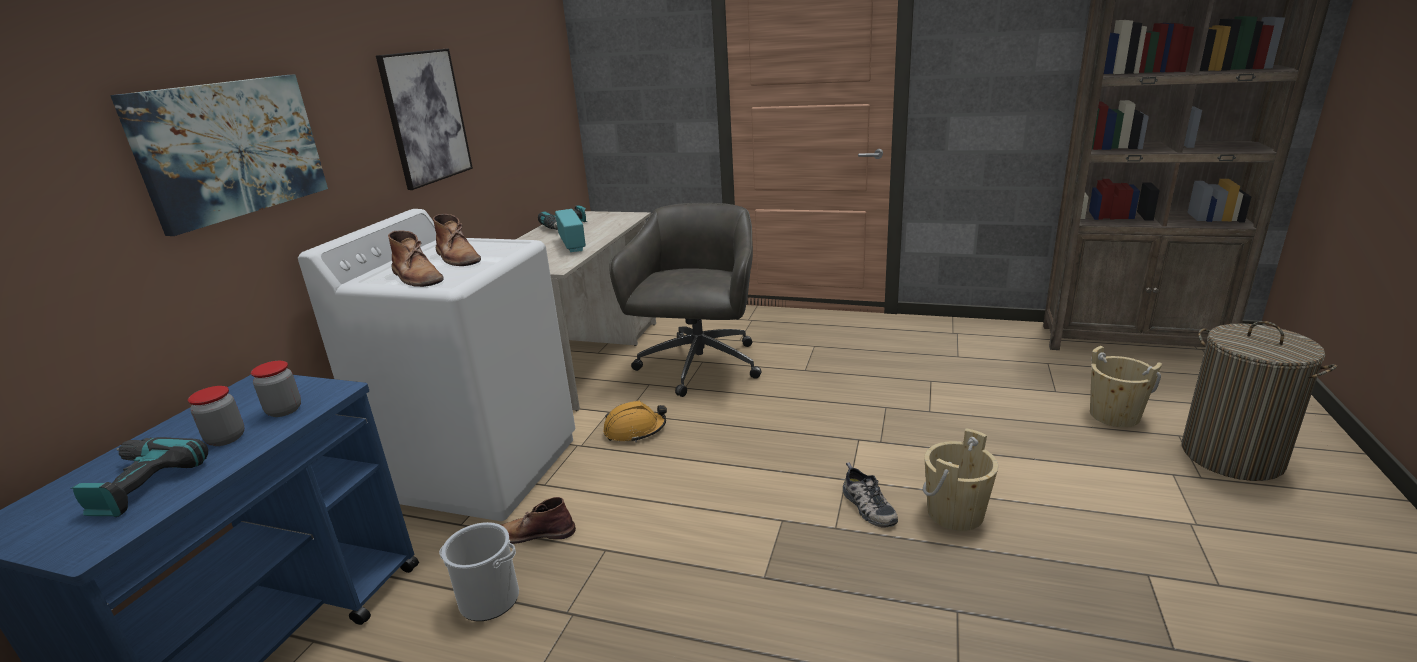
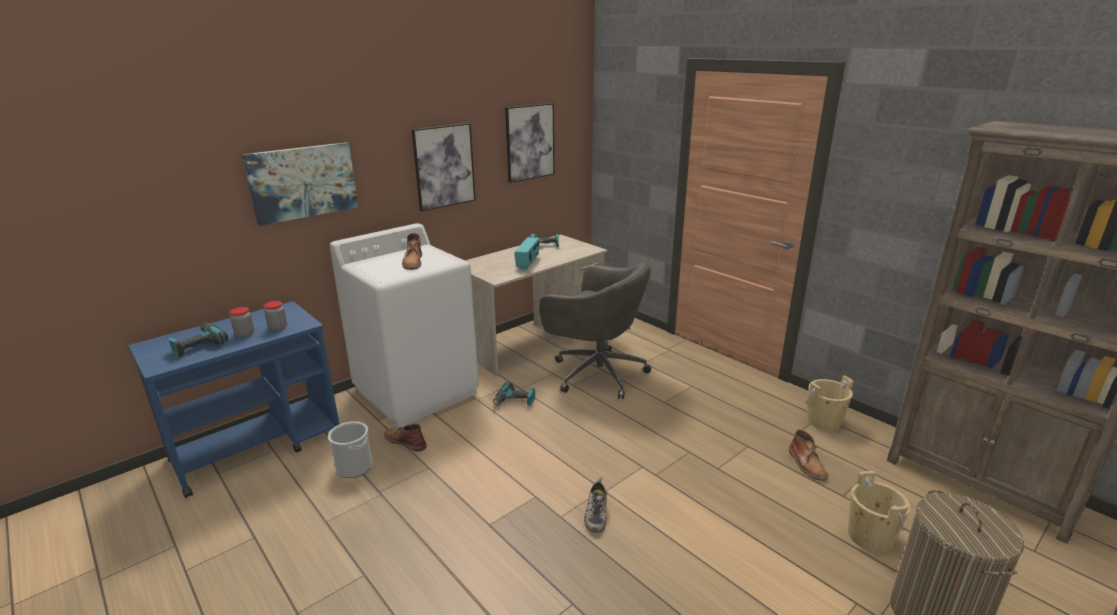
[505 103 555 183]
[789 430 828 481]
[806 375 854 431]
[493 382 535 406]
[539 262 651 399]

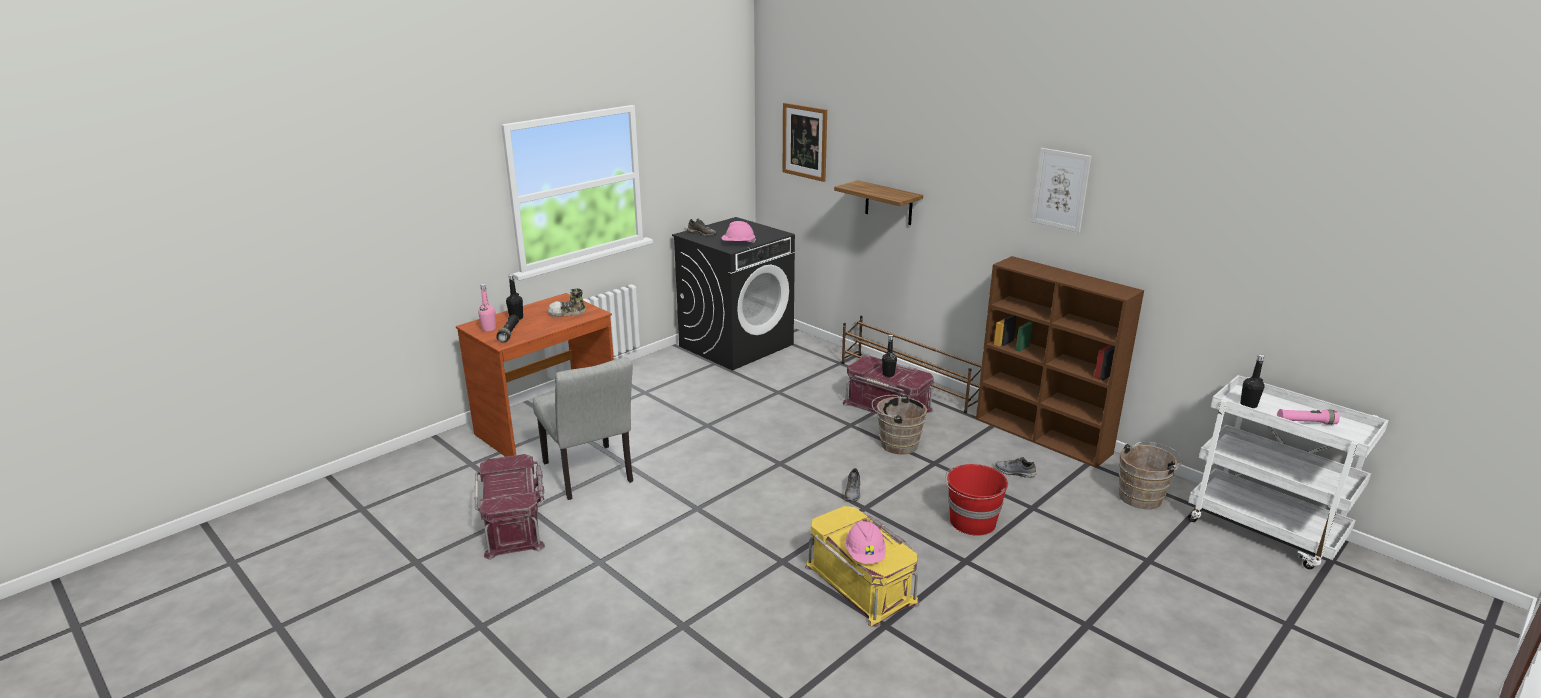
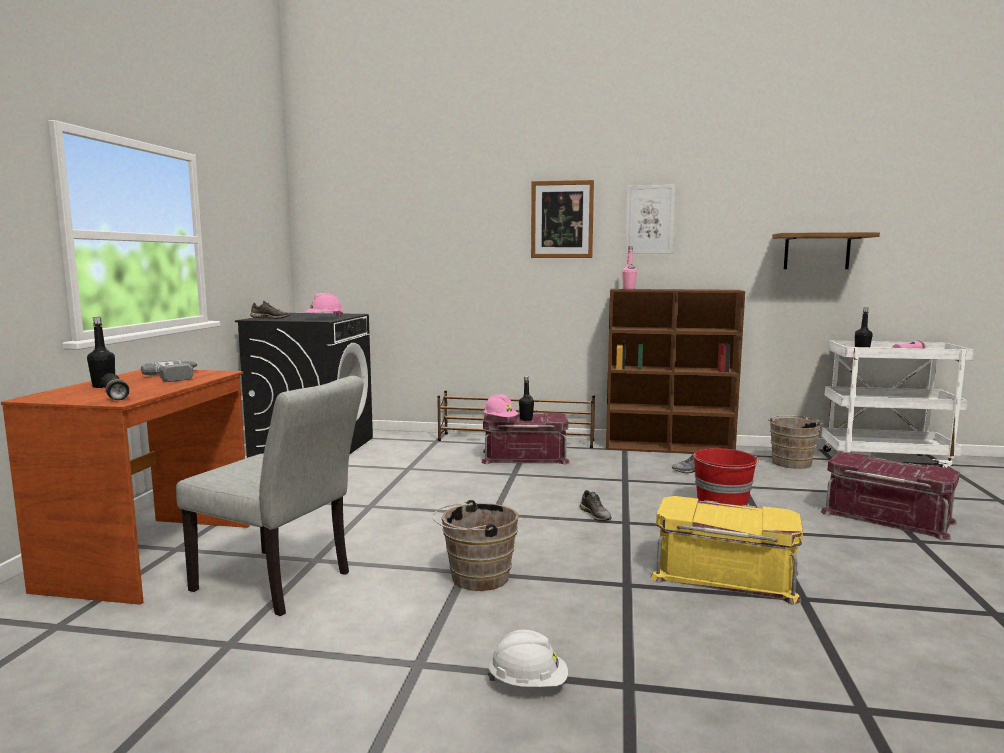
[487 630 568 687]
[821 452 960 540]
[622 246 637 290]
[531 180 594 258]
[772 232 880 269]
[484 394 518 417]
[432 500 519 591]
[141 361 198 382]

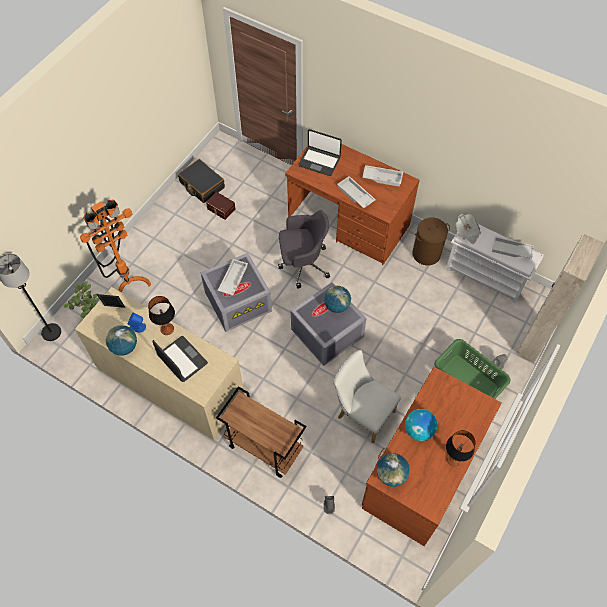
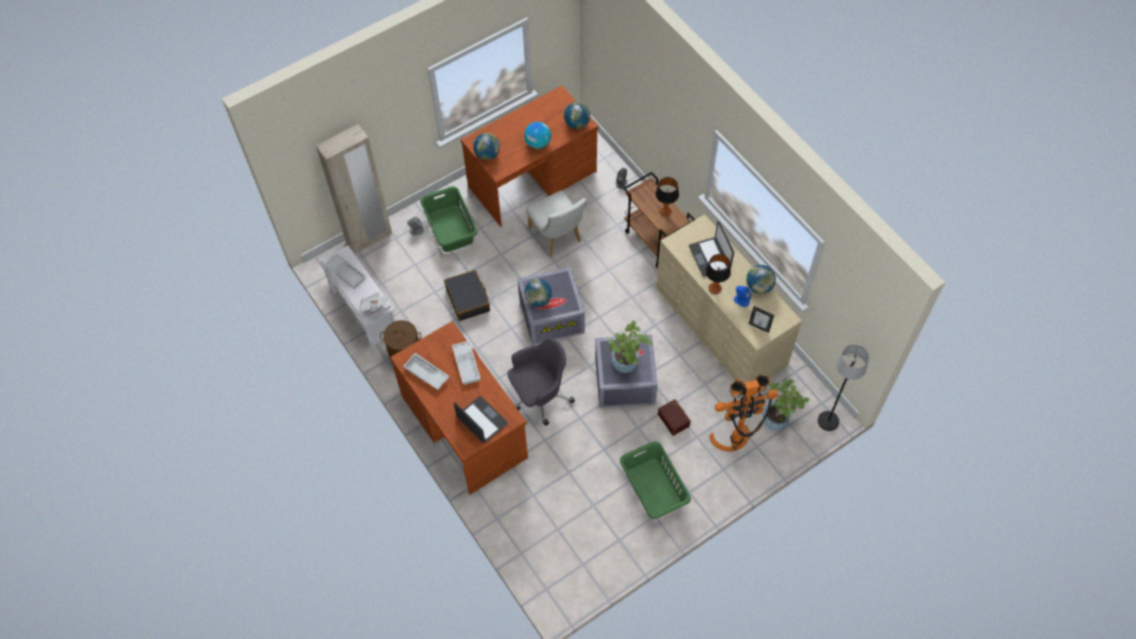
[473 133 500 160]
[620 441 691 519]
[444 270 490 321]
[658 399 691 436]
[655 177 679 217]
[608 320 652 373]
[507 337 575 426]

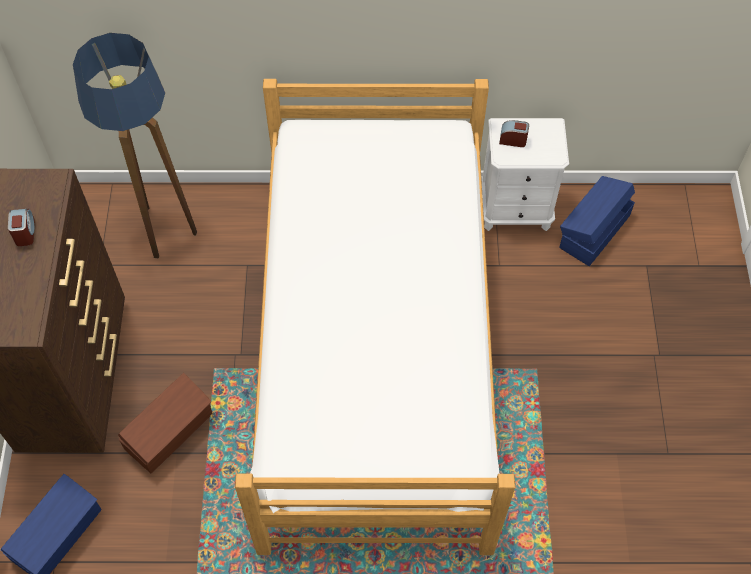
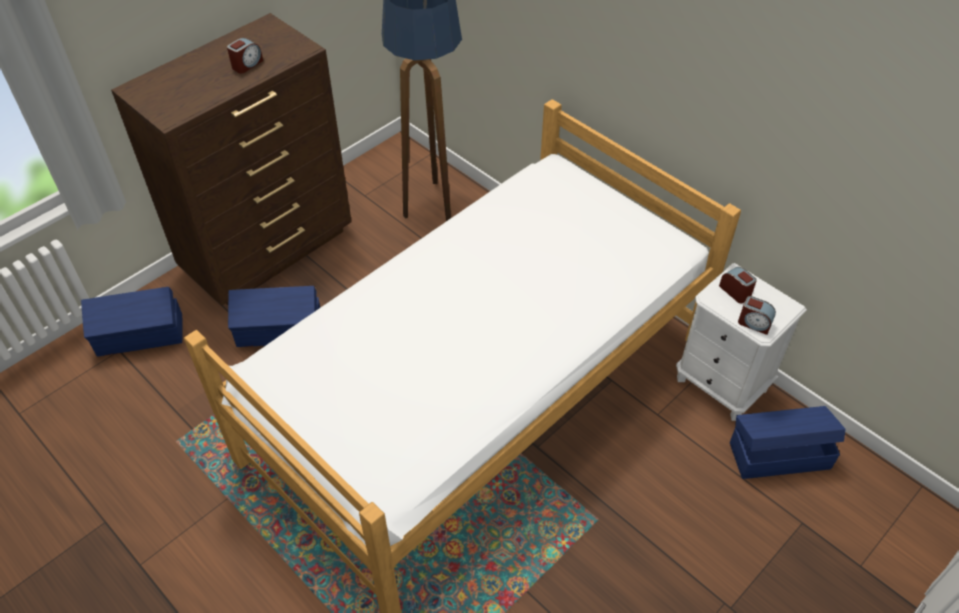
[738 296 776 335]
[228 286 320 347]

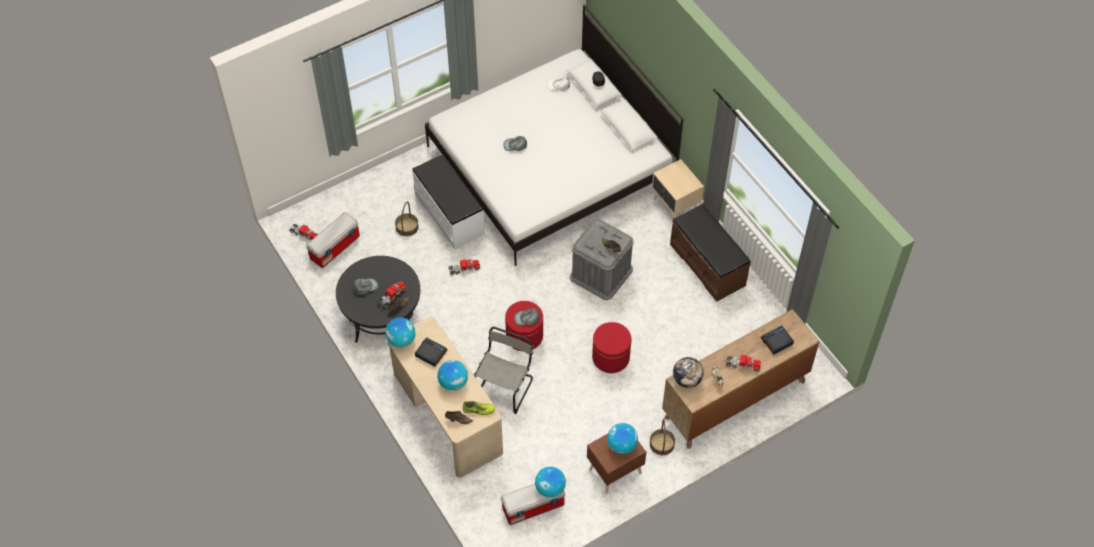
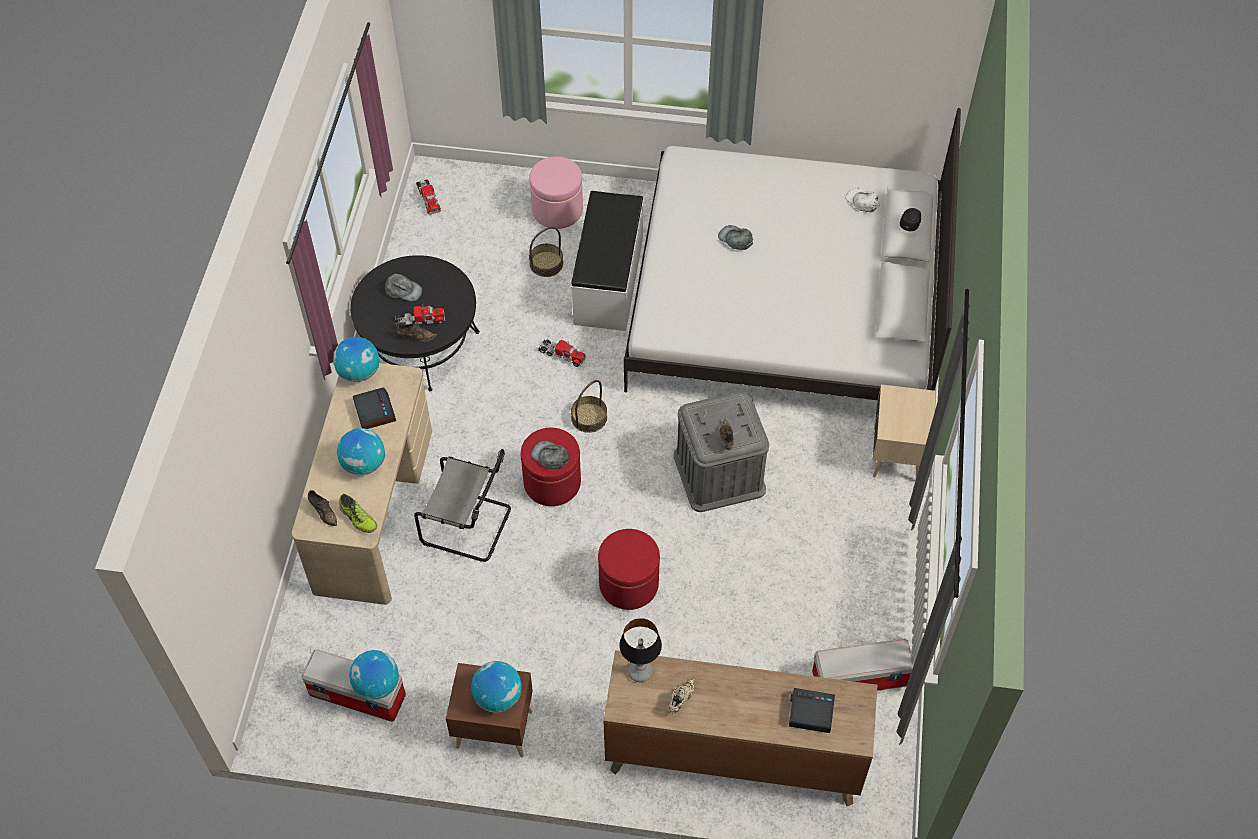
[670 204 751 302] (first image)
[726 354 761 372] (first image)
[529 157 583 229]
[812 638 914 691]
[571 380 607 433]
[619 618 662 682]
[414 449 511 562]

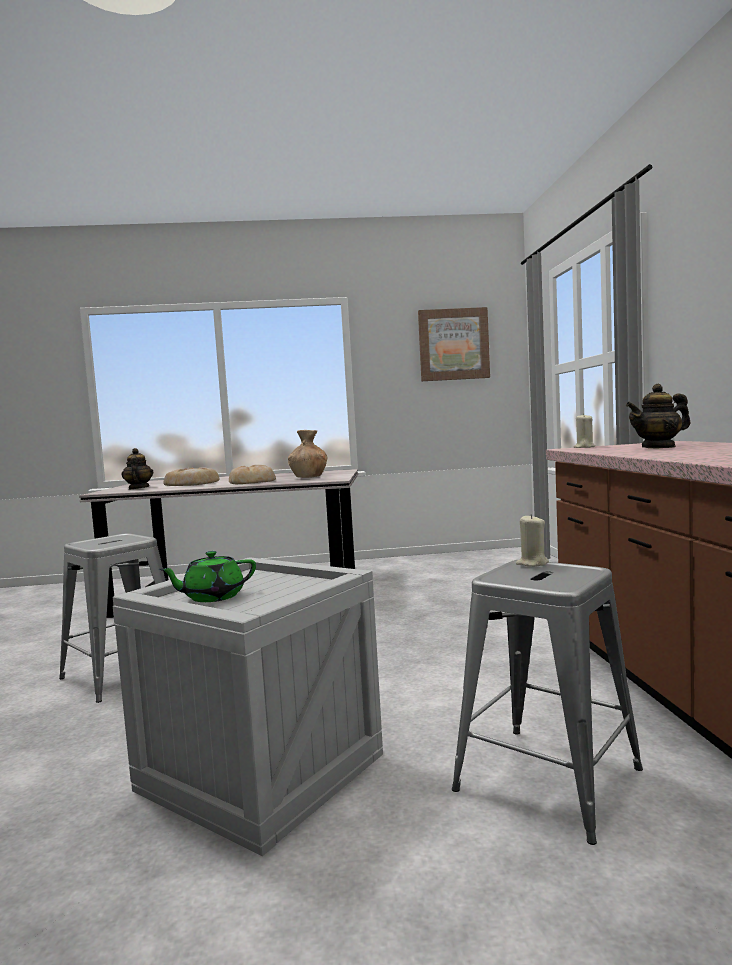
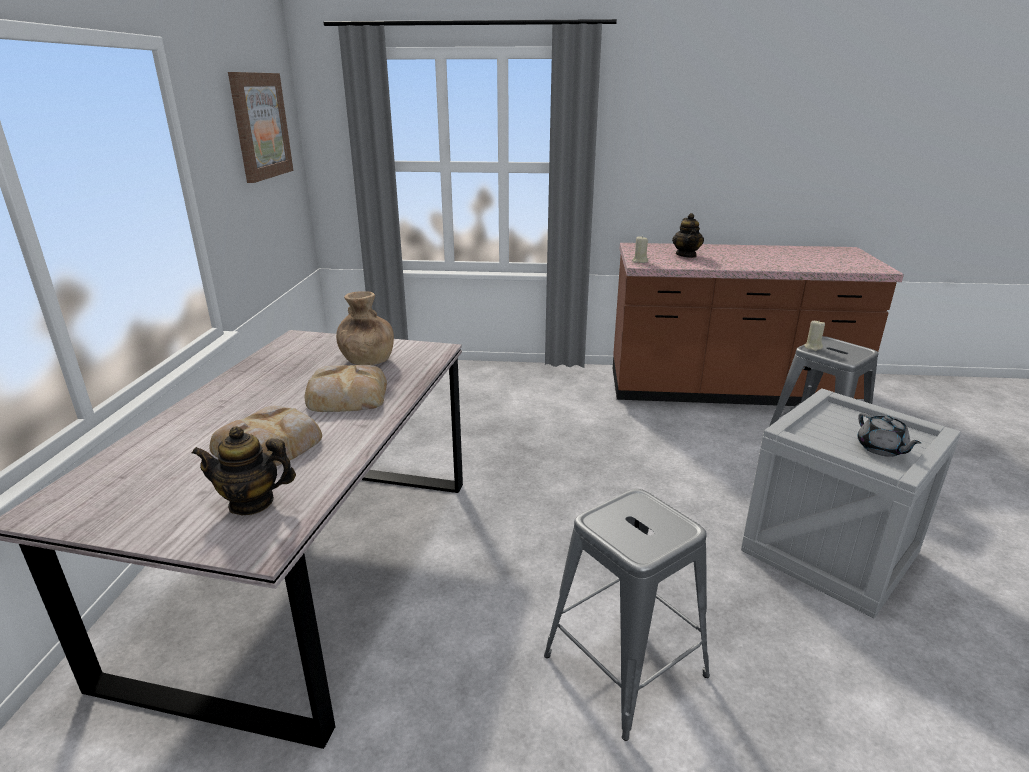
[857 413 921 457]

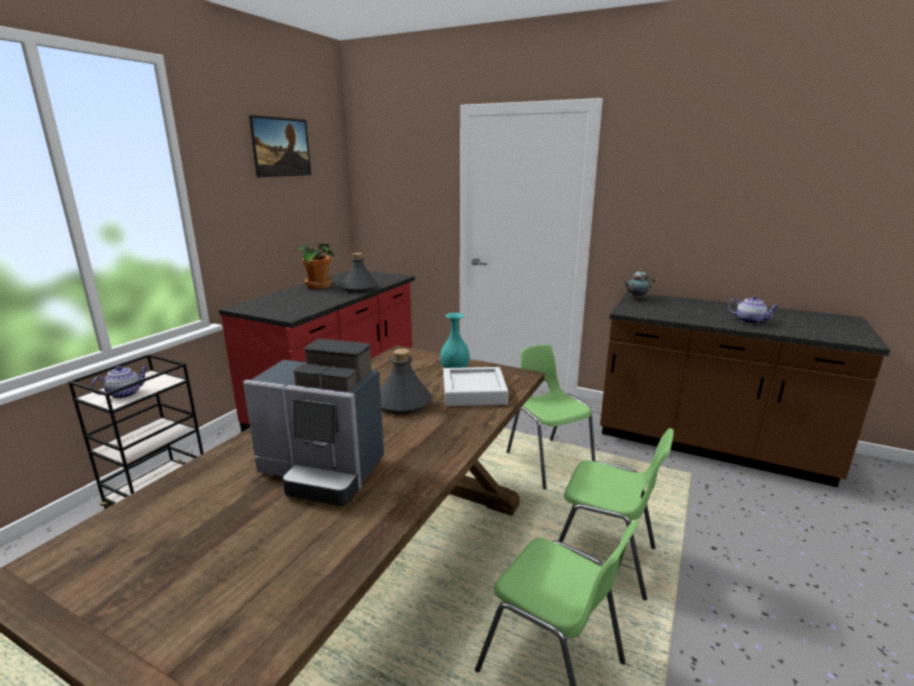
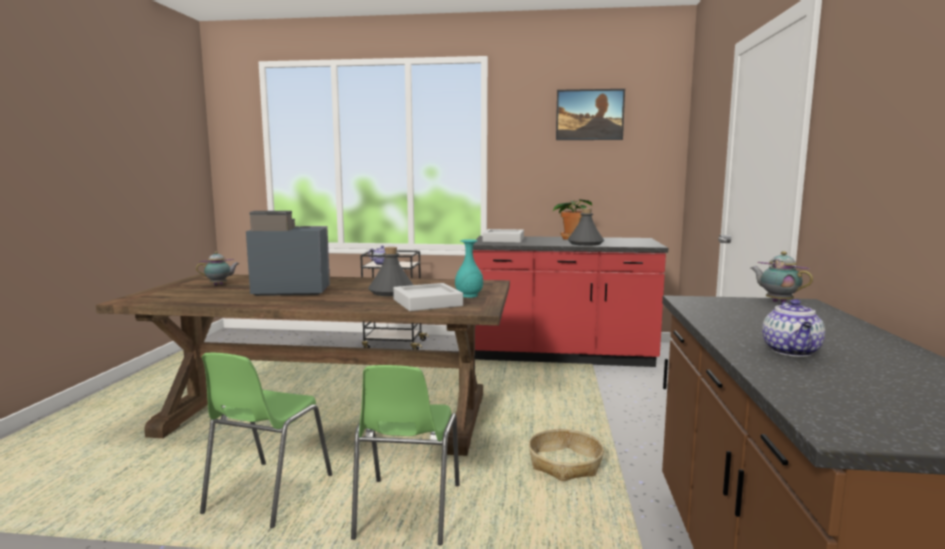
[196 251 240 285]
[482 229 524 243]
[528 429 604 481]
[246 211 330 296]

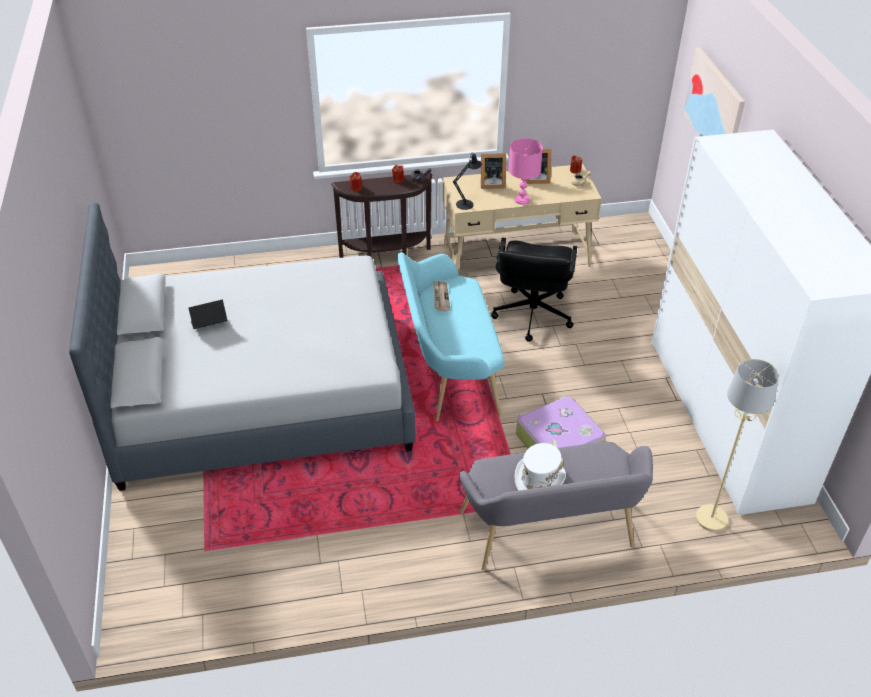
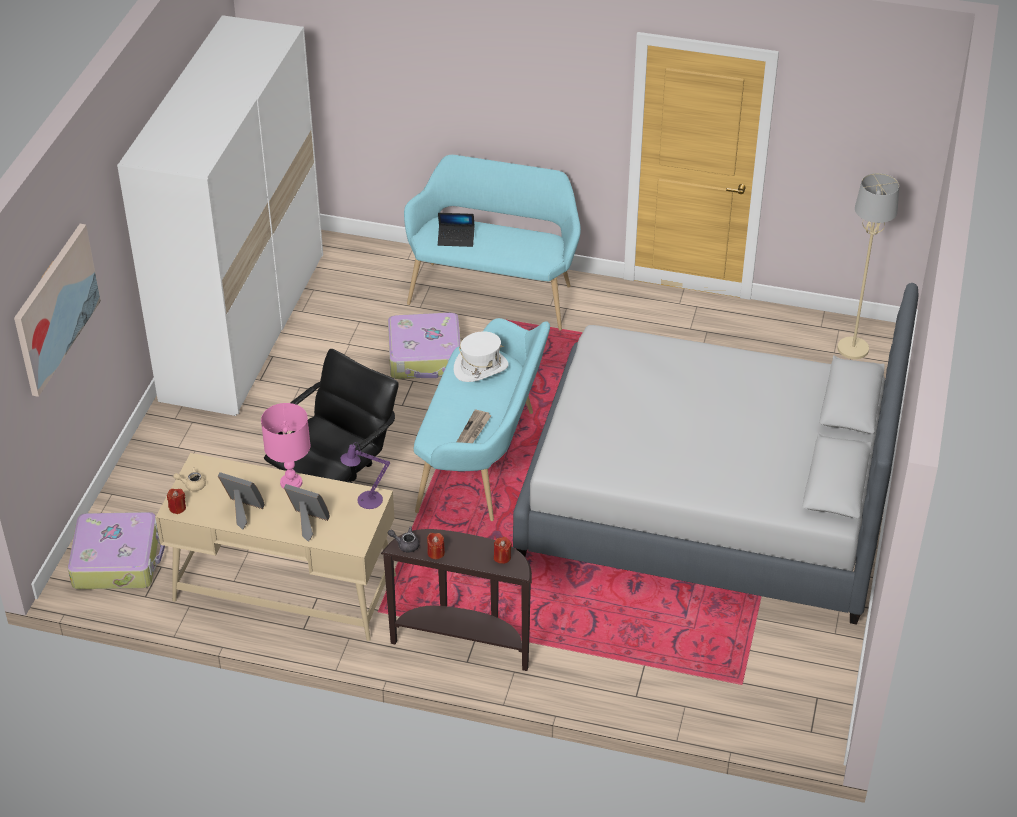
[68 512 165 589]
[438 213 475 247]
[454 331 508 382]
[837 173 899 359]
[341 442 390 509]
[404 155 581 330]

